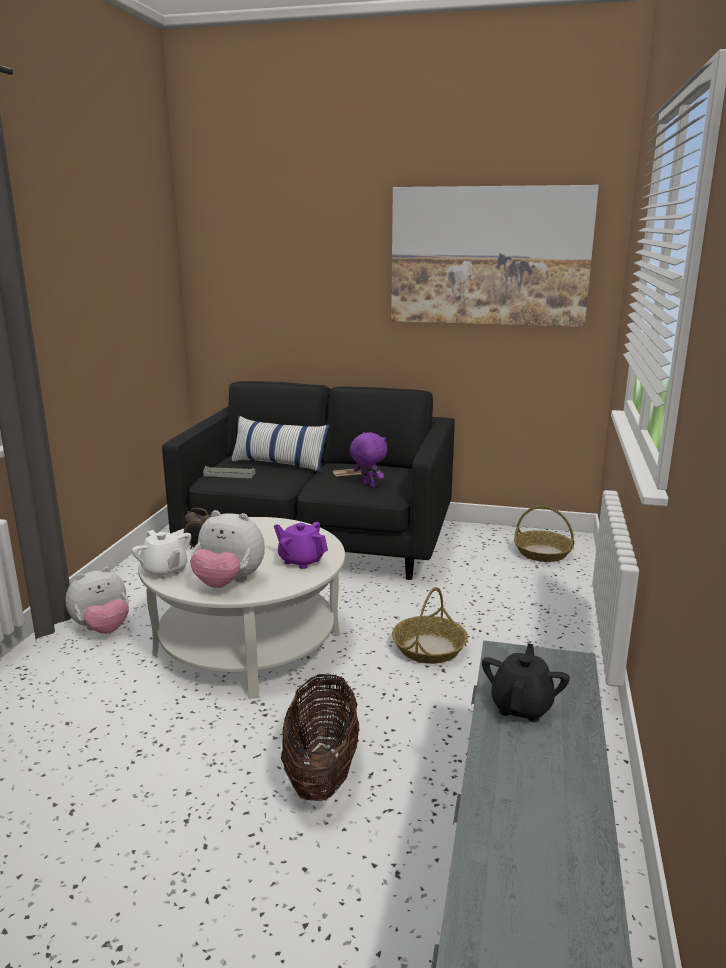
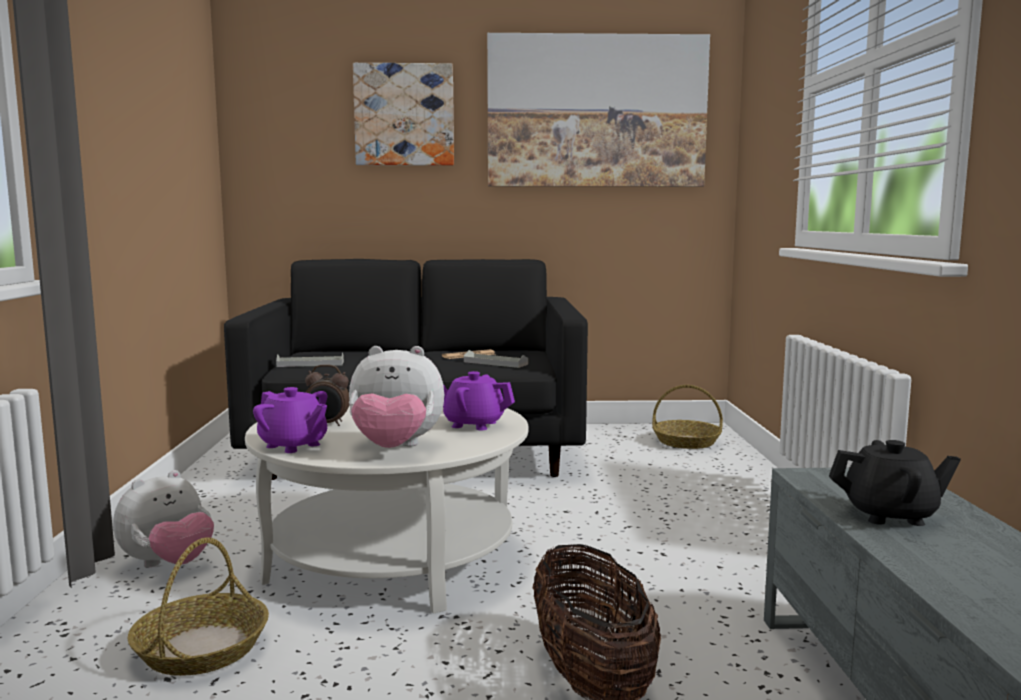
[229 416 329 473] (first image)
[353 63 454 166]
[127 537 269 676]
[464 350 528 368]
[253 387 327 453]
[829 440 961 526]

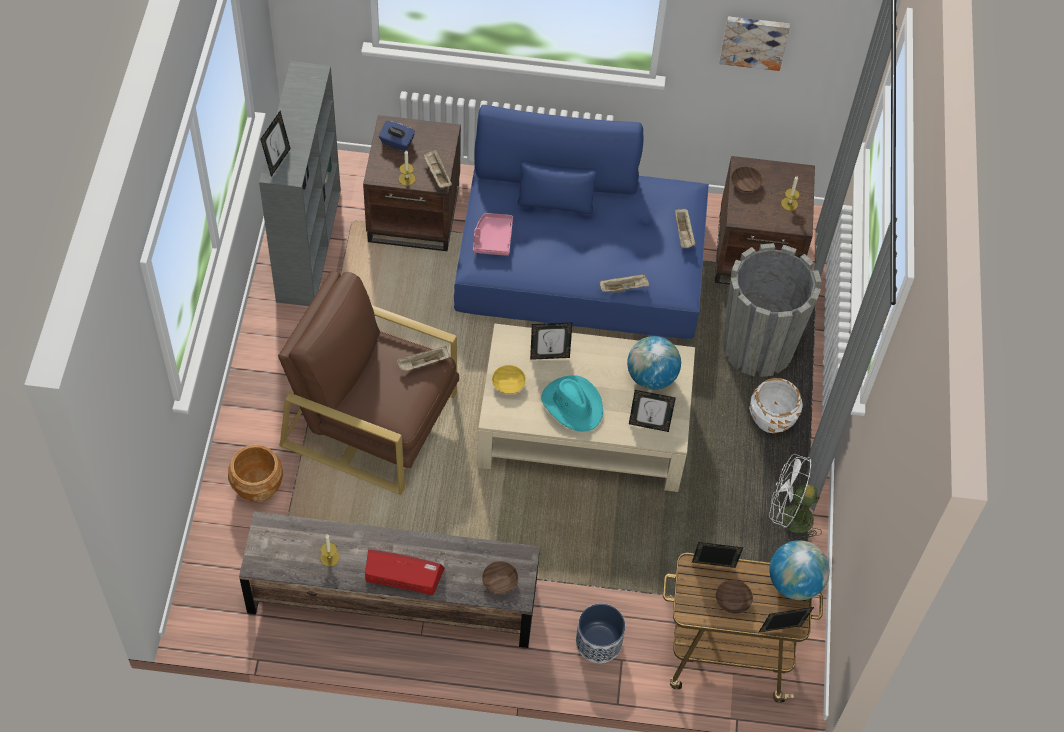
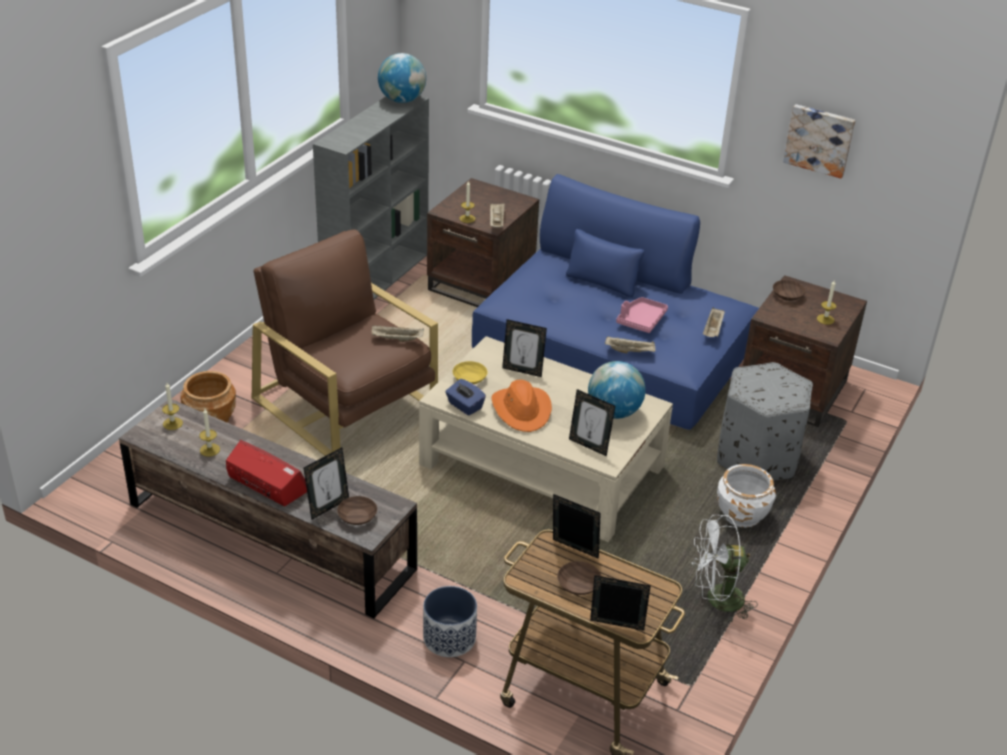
[162 383 183 430]
[304 447 349 520]
[445 379 486 415]
[616 297 668 333]
[378 53 426 103]
[717 362 813 481]
[491 380 552 432]
[692 514 758 623]

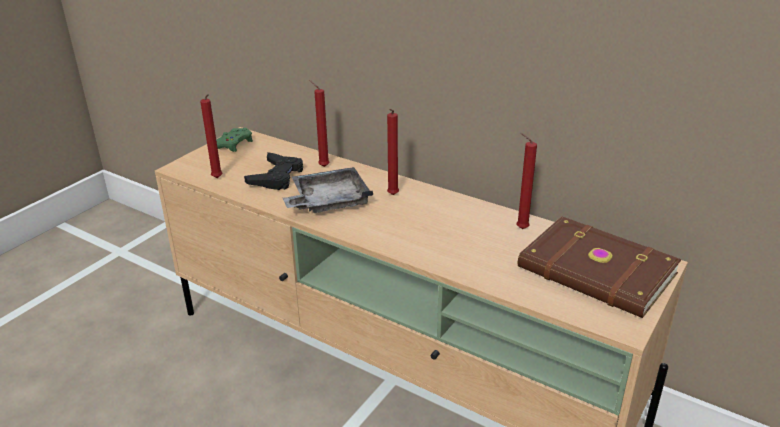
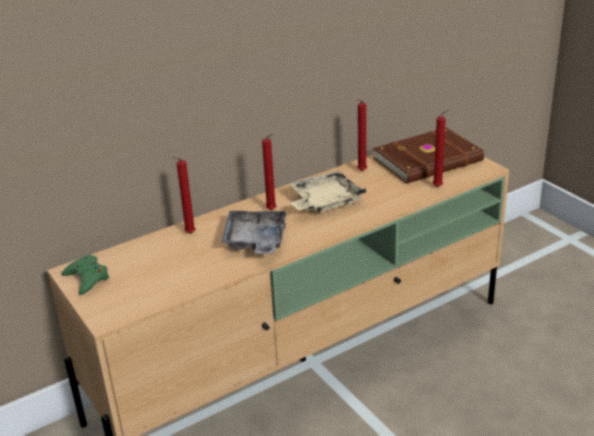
[244 152 303 190] (first image)
[289 170 366 213]
[433 109 450 187]

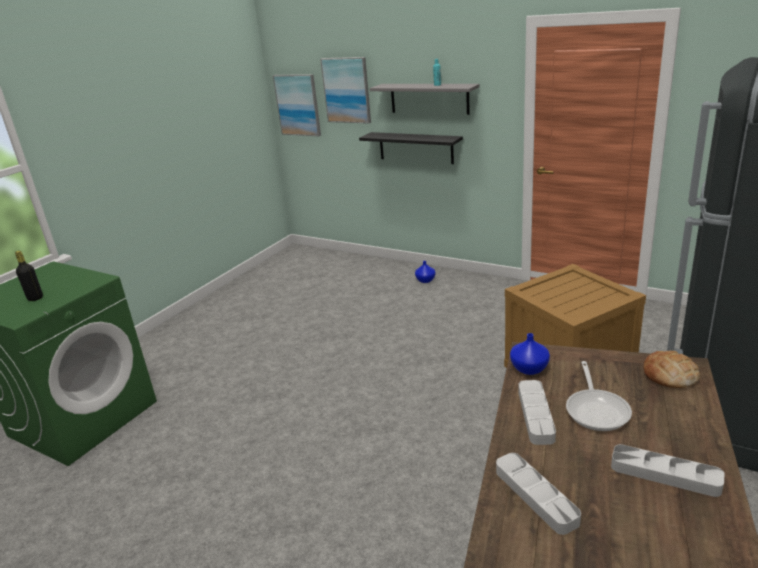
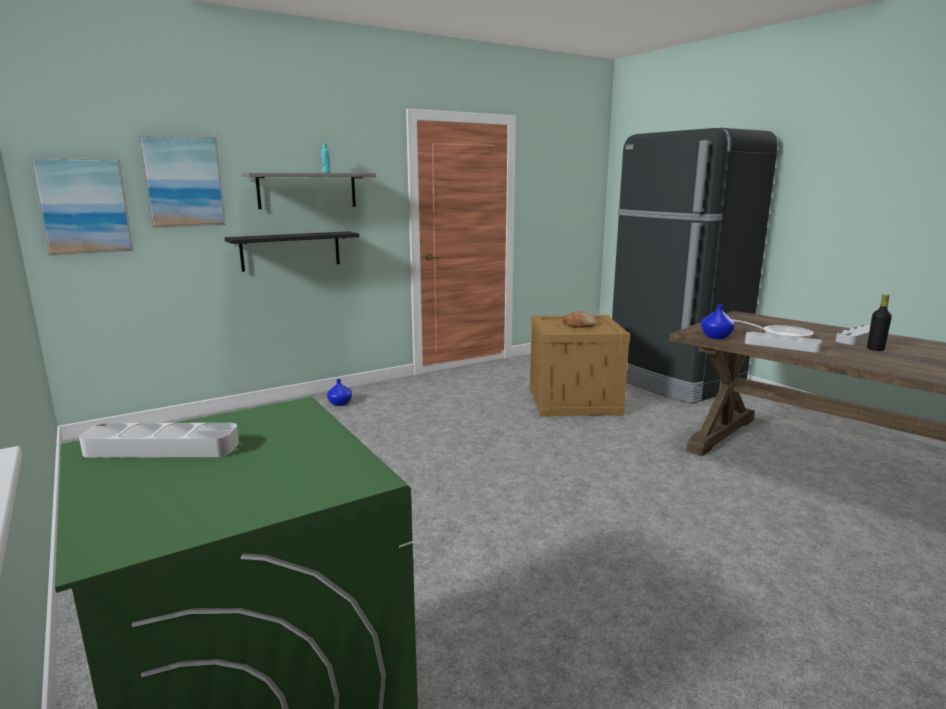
[867 294 892 351]
[79 423 239 458]
[562 311 596 328]

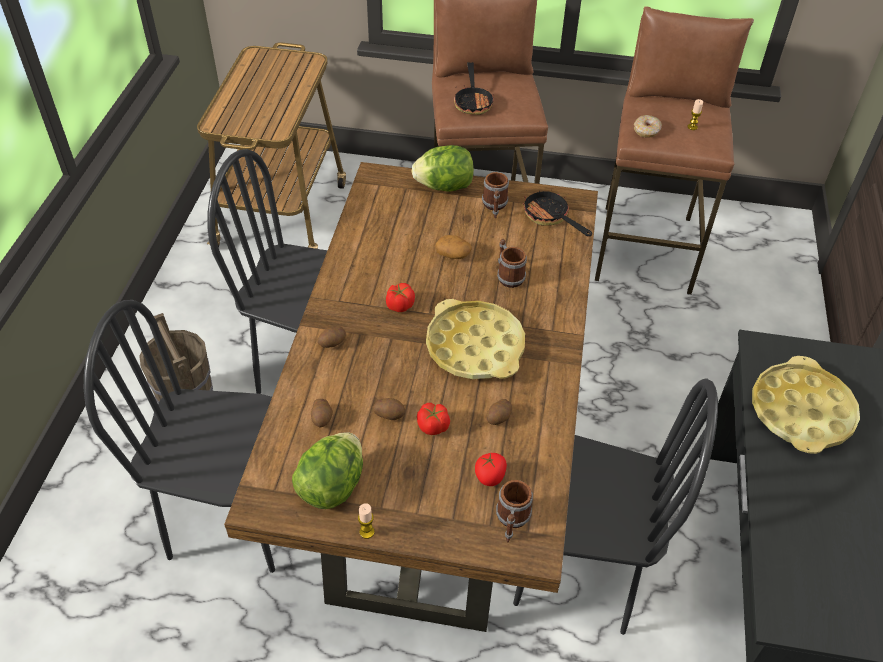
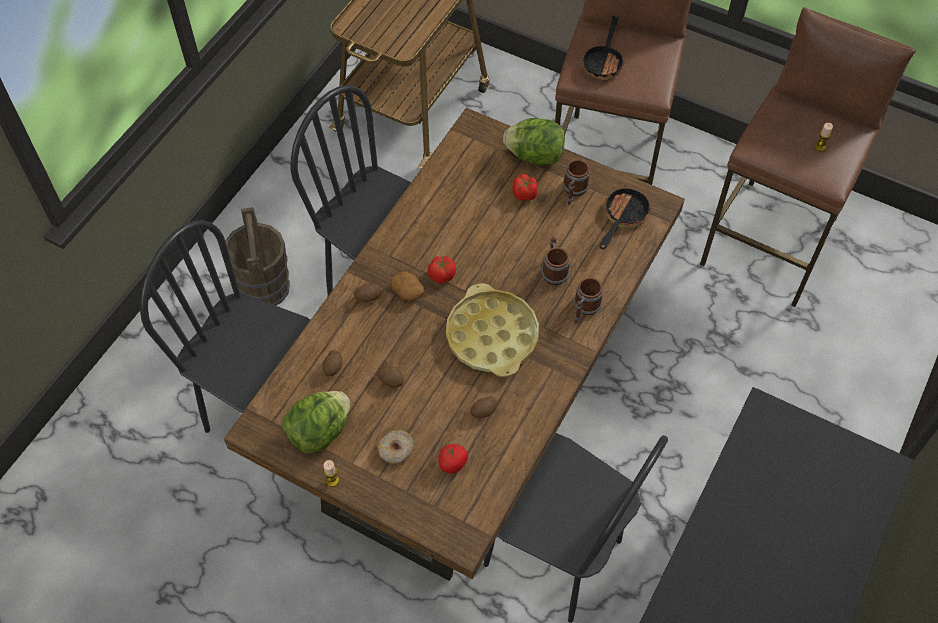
[752 356 860 454] (first image)
[512 174 538 201]
[390 271 424 301]
[574 277 604 323]
[378 430 414 464]
[599 185 651 249]

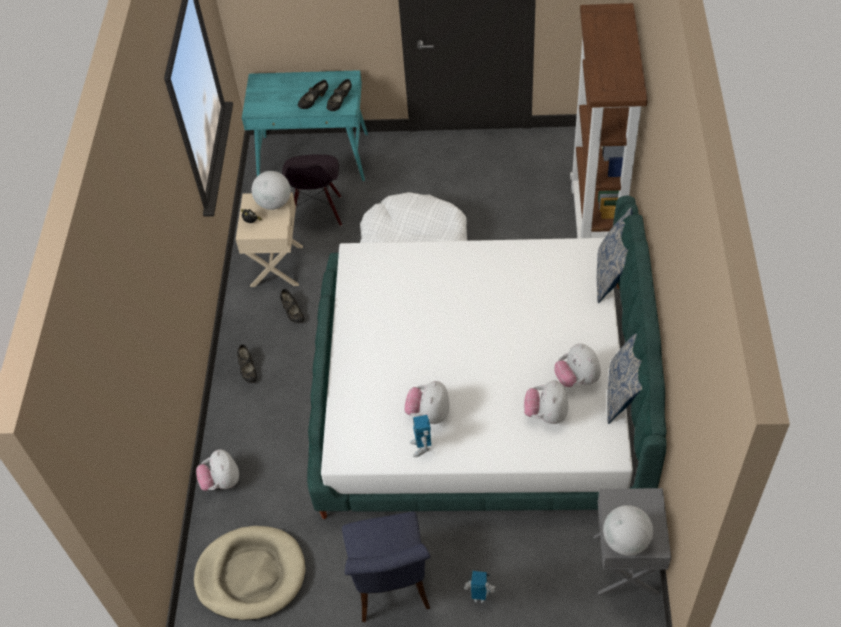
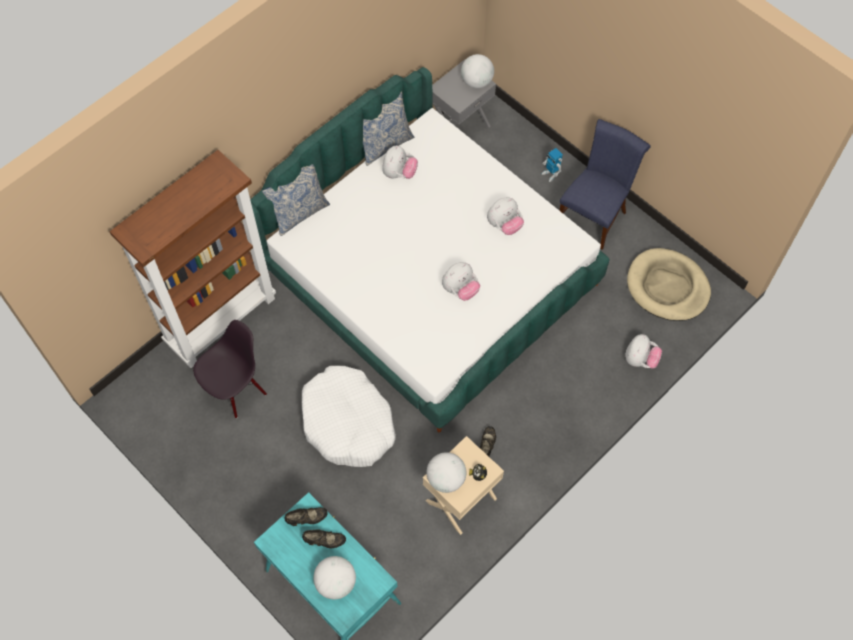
[237 344 257 383] (first image)
[410 415 431 457] (first image)
[313 556 356 599]
[193 320 267 418]
[442 262 480 301]

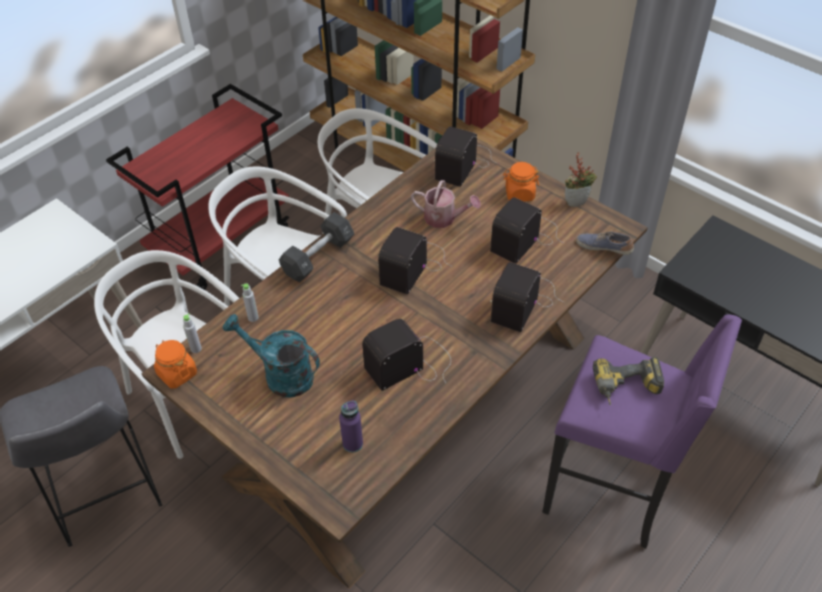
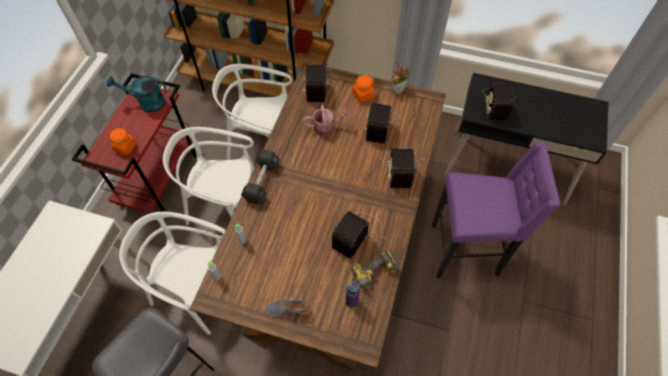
[108 128 136 155]
[106 76 166 112]
[482 84 517 121]
[265 300 311 316]
[351 250 400 295]

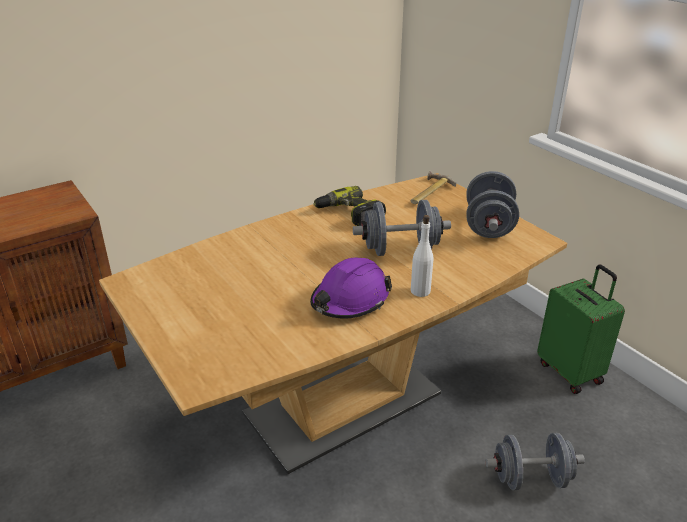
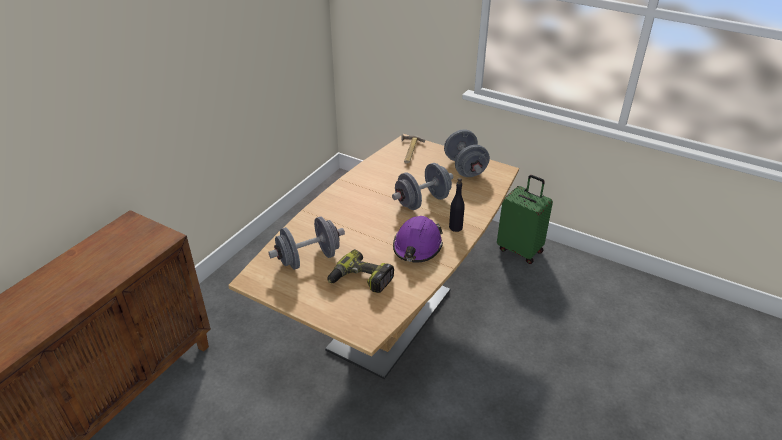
[328 249 394 293]
[268 216 345 270]
[449 178 465 232]

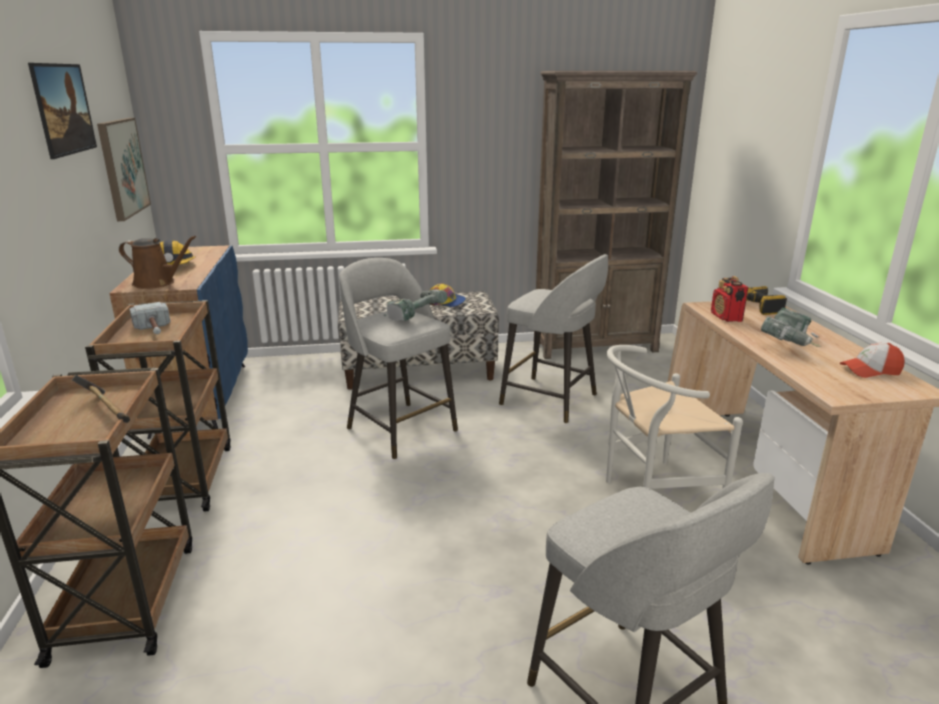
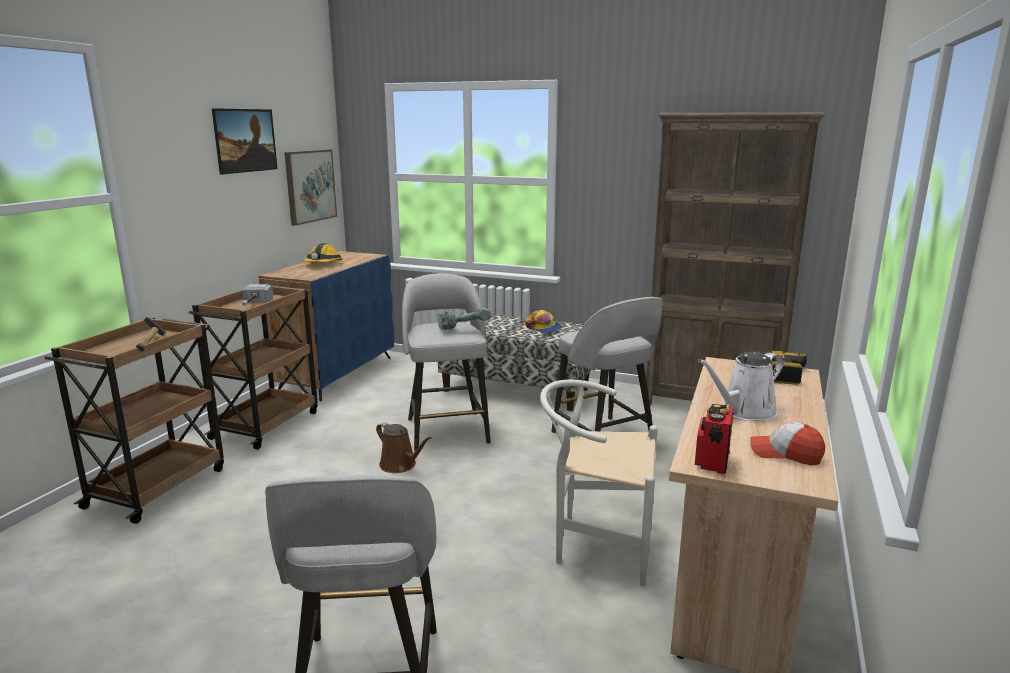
[376 422 432 473]
[695 404 734 474]
[698 352 784 421]

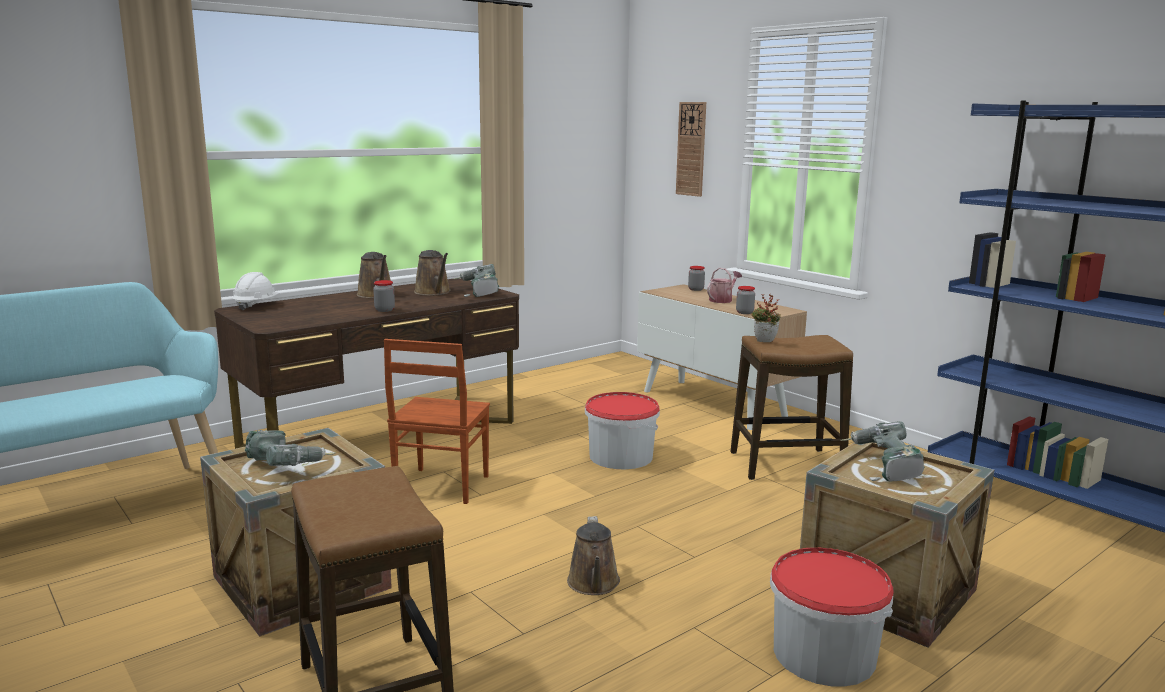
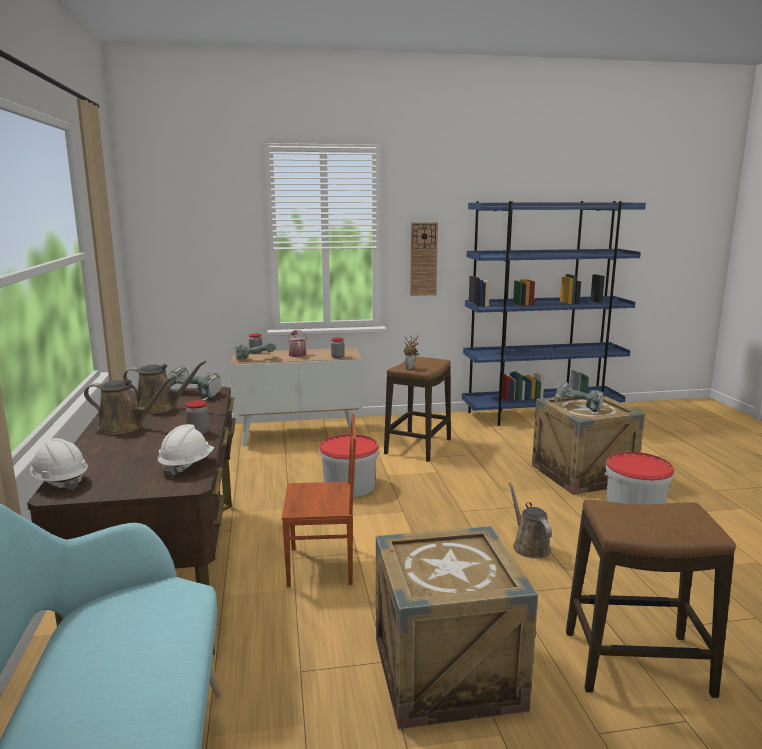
[158 424 214 477]
[235 342 276 359]
[410 222 438 296]
[282 414 356 587]
[508 483 552 559]

